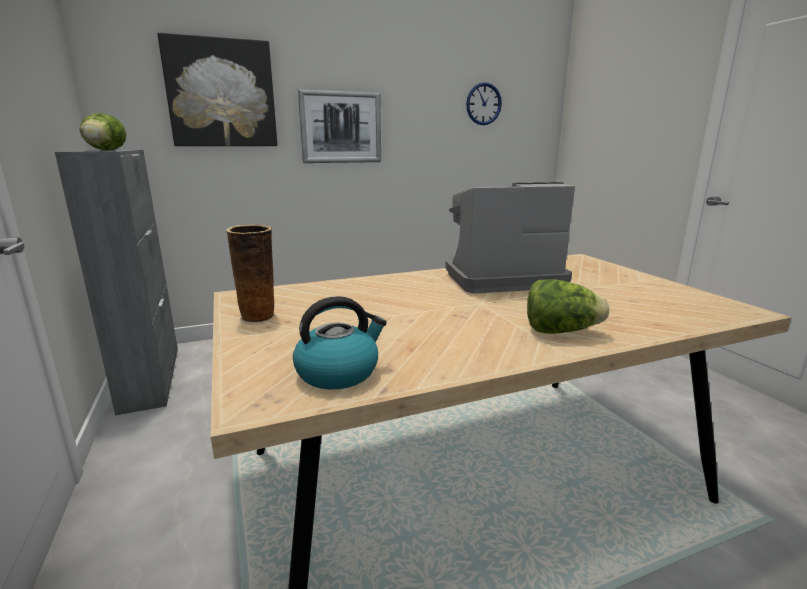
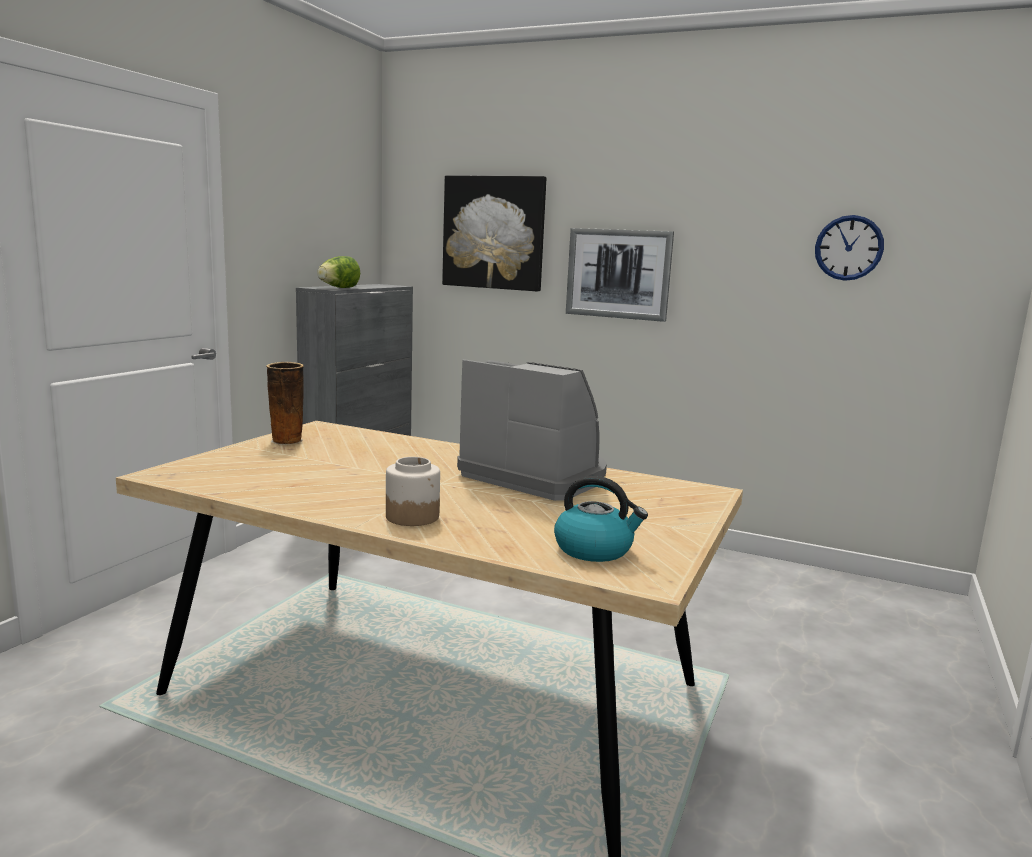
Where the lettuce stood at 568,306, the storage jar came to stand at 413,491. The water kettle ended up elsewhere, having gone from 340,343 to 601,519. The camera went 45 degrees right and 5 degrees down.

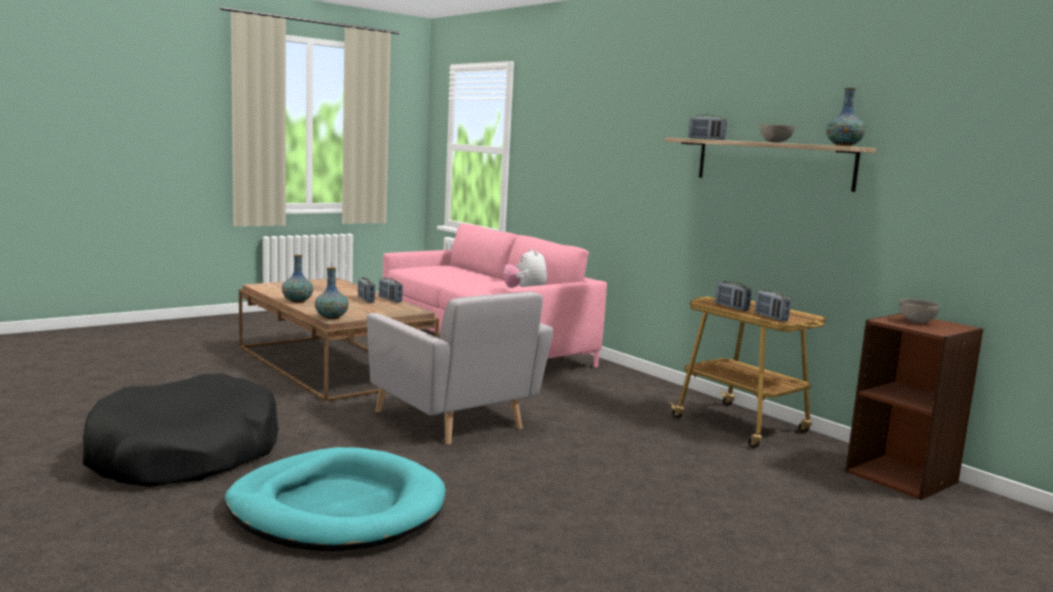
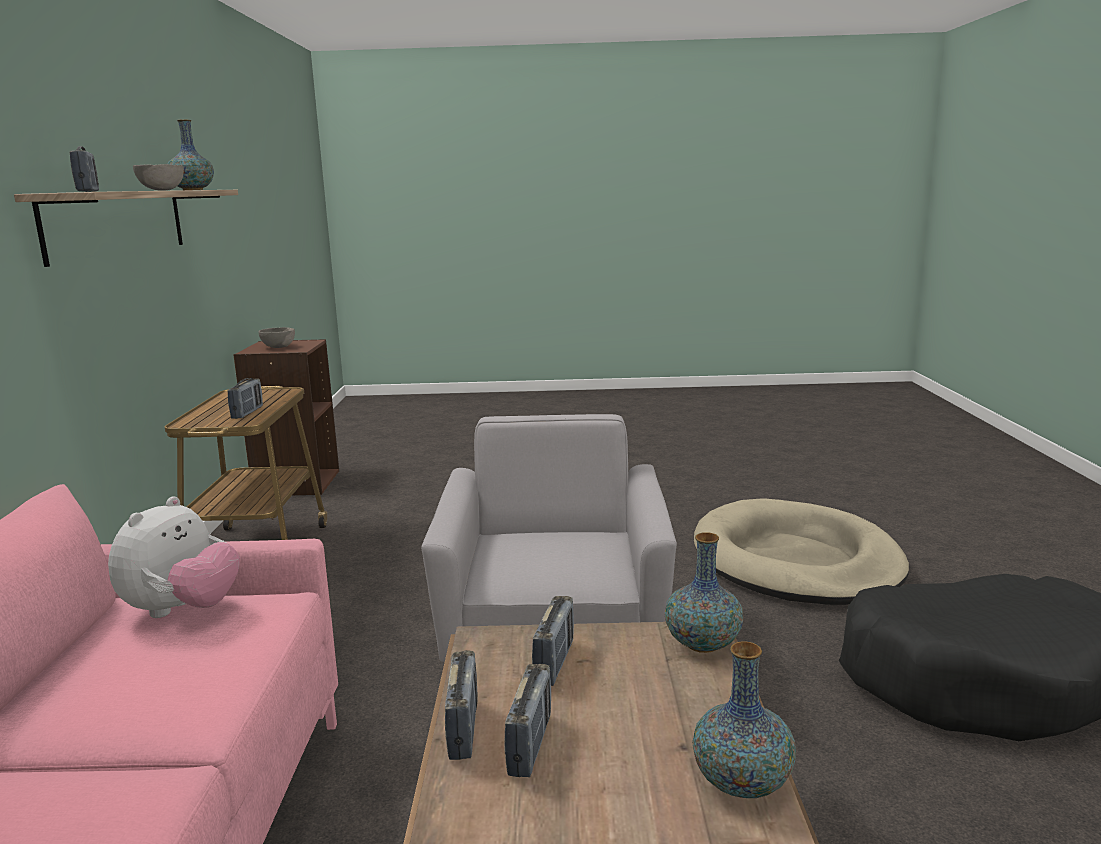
The radio set ended up elsewhere, having gone from 773,305 to 553,641. What was the dog cushion (turquoise) at 335,499 turned into the dog cushion (beige) at 801,551. The camera went 140 degrees left and 5 degrees up.

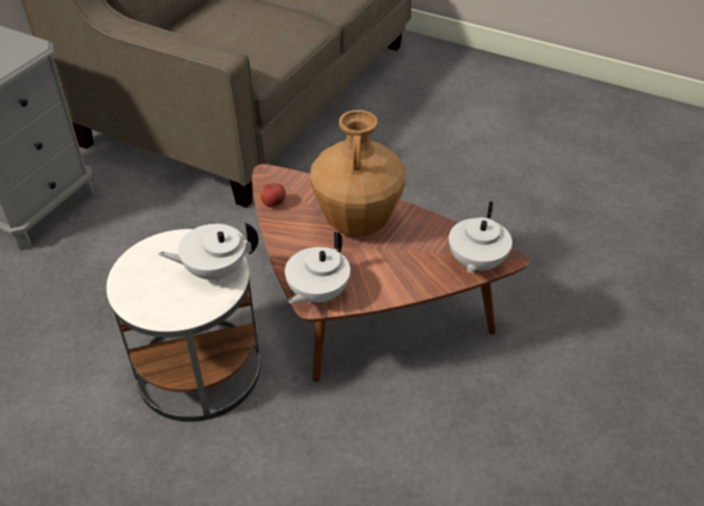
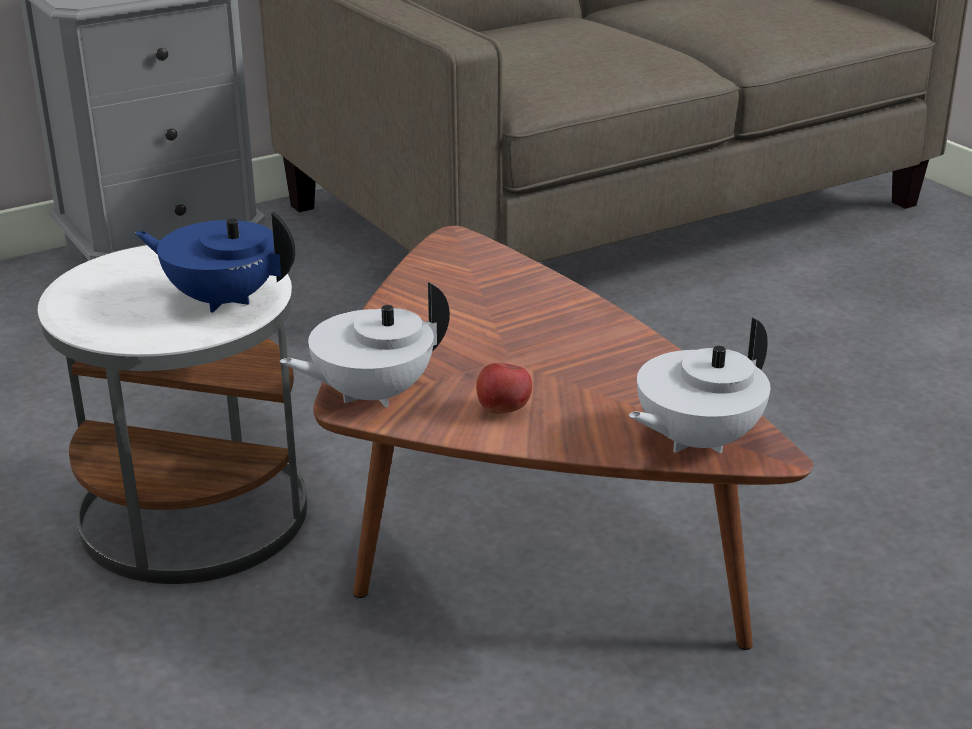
What was the teapot (whitish) at 209,252 turned into the teapot (blue) at 215,262. The whole apple ended up elsewhere, having gone from 273,195 to 504,388. The second view lost the vase (brown) at 357,173. The camera went 30 degrees right and 15 degrees down.

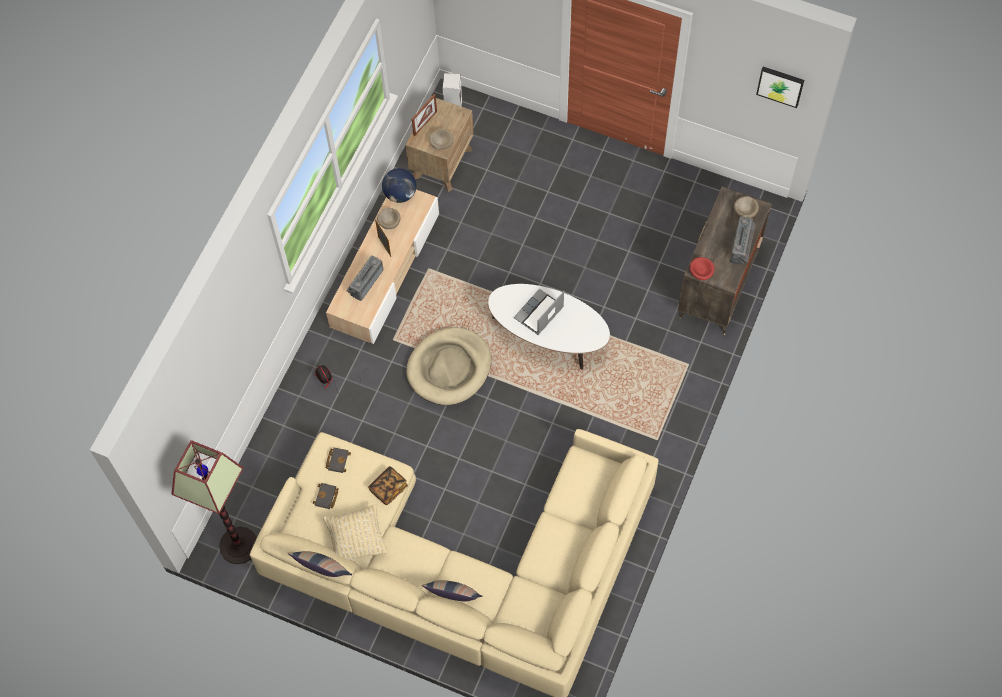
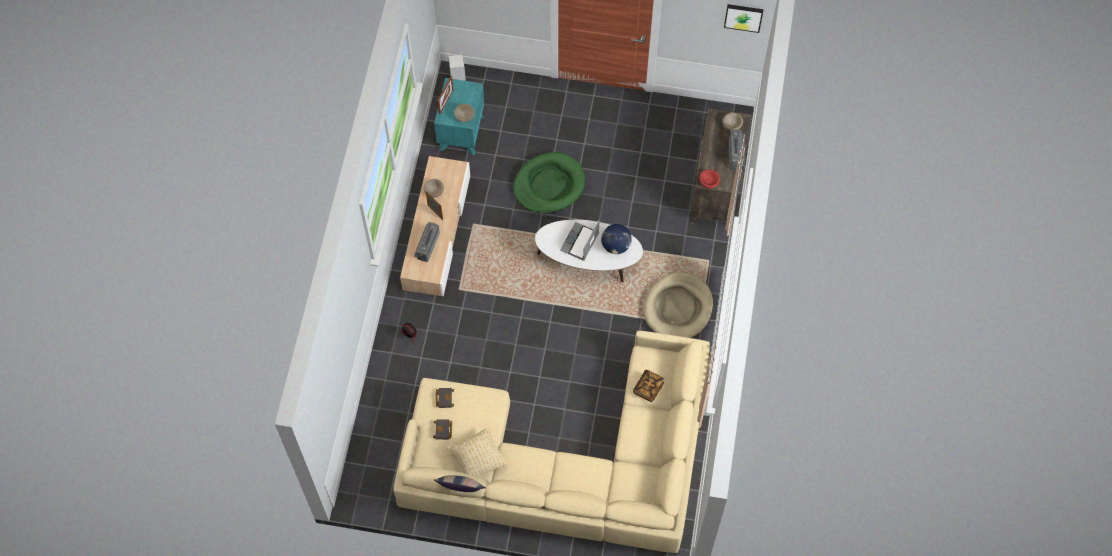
What was the bedside table (brown) at 440,144 turned into the bedside table (turquoise) at 459,117. The second view gained the dog cushion (green-coloured) at 549,183. The desk globe ended up elsewhere, having gone from 399,185 to 616,239. The volume ended up elsewhere, having gone from 388,485 to 648,386. The dog cushion (beige) ended up elsewhere, having gone from 448,366 to 678,305. The second view lost the floor lamp at 214,502. The second view lost the throw pillow at 452,590. The camera went 15 degrees left and 0 degrees up.

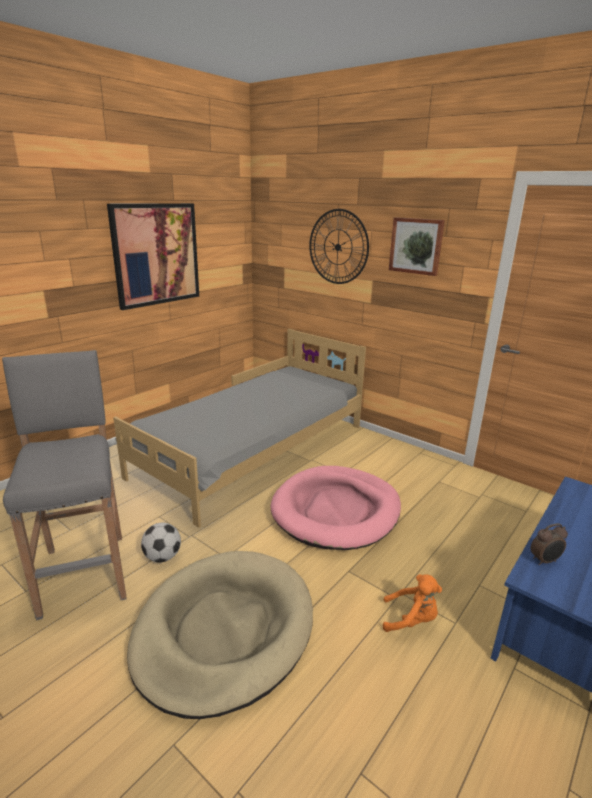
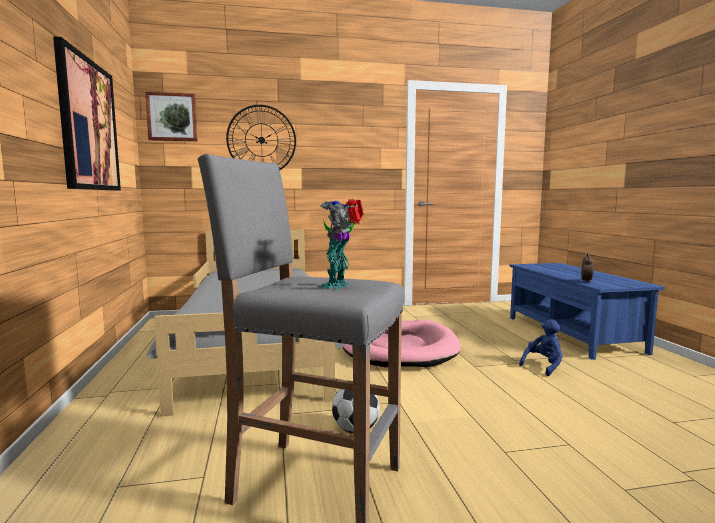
The wall art ended up elsewhere, having gone from 417,246 to 171,116. The second view gained the toy robot at 340,244. What was the plush toy (orange-coloured) at 412,603 turned into the plush toy (blue) at 541,347. The second view lost the dog cushion (beige) at 220,635. The camera went 50 degrees left and 15 degrees down.

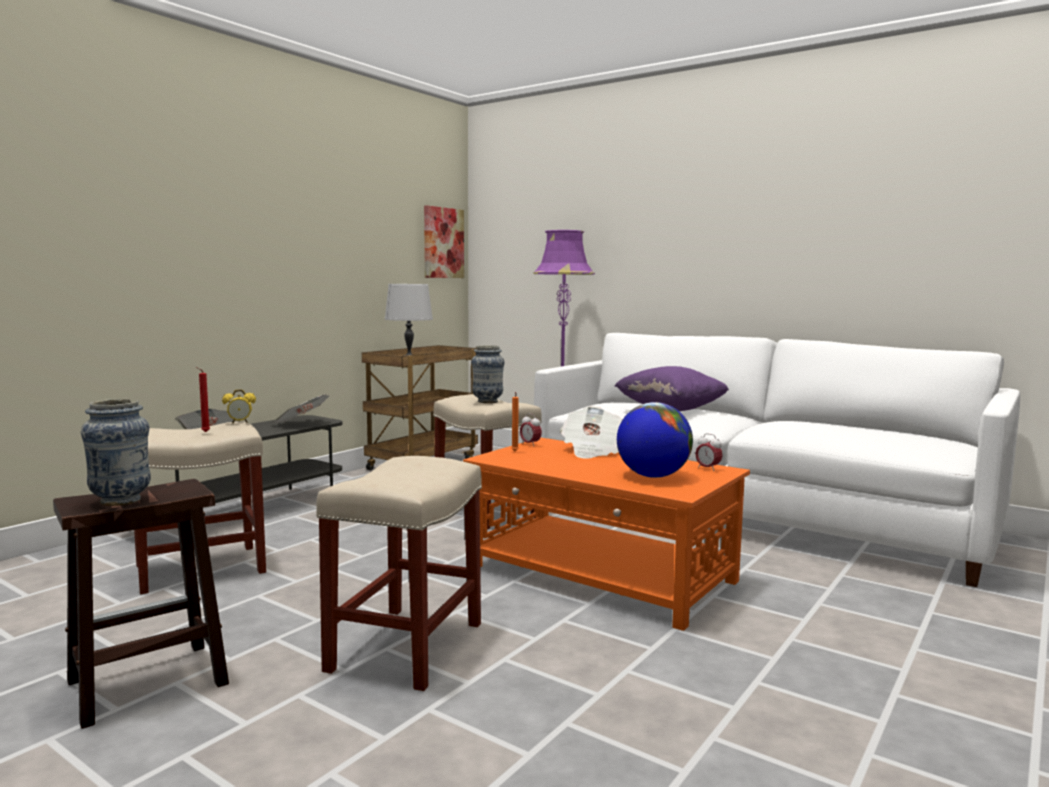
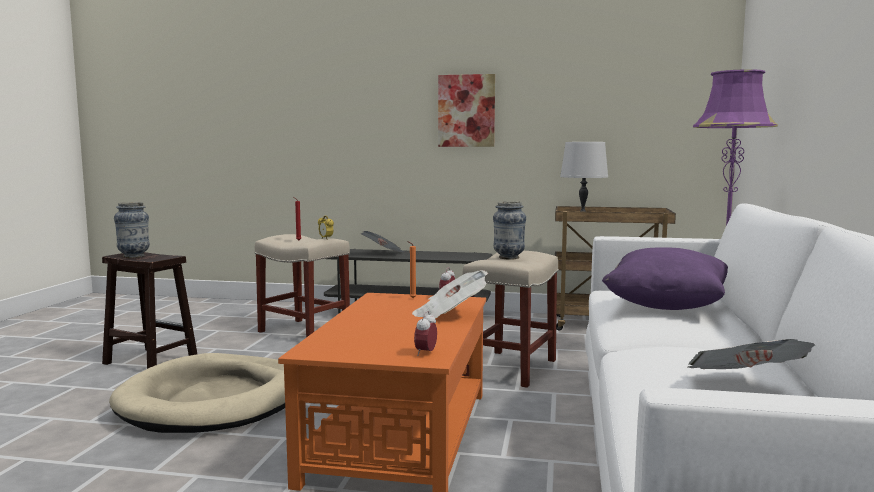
Where the stool (beige) stood at 399,573, the dog cushion (beige) came to stand at 197,393. The wall art ended up elsewhere, having gone from 444,241 to 466,110. The daily paper ended up elsewhere, having gone from 300,408 to 751,354. The second view lost the desk globe at 655,440. The camera went 65 degrees right and 0 degrees up.

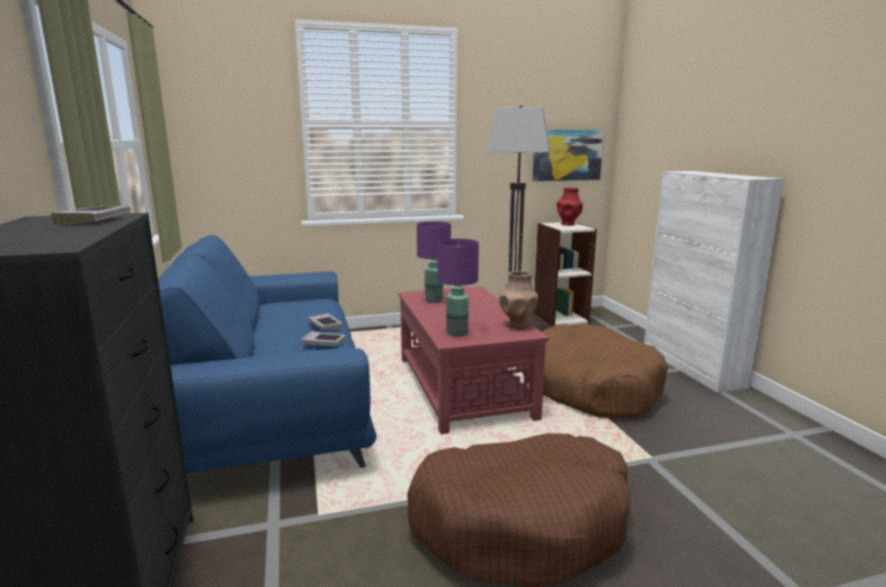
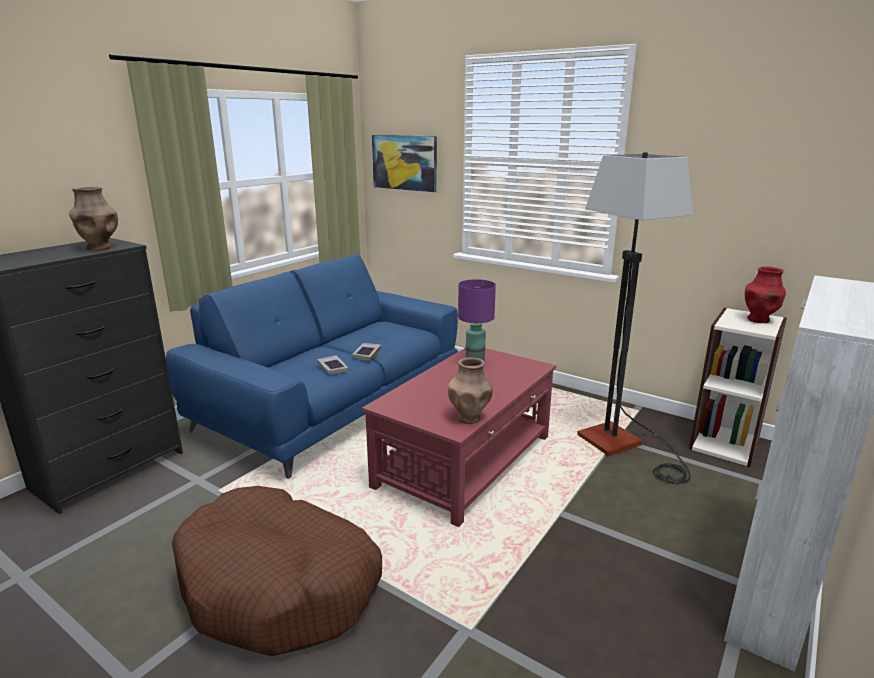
Where the volume stood at 91,215, the vase (brown) came to stand at 93,218. The wall art ended up elsewhere, having gone from 568,155 to 404,163. The second view lost the tabletop lamp (purplish) at 458,287. The second view lost the dog cushion (brown) at 595,371. The camera went 50 degrees right and 5 degrees up.

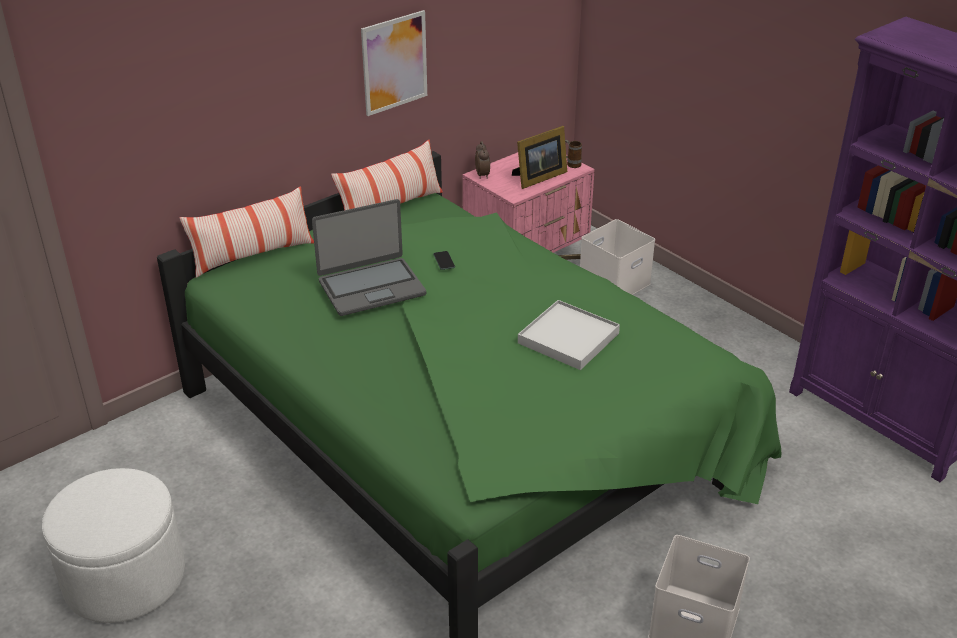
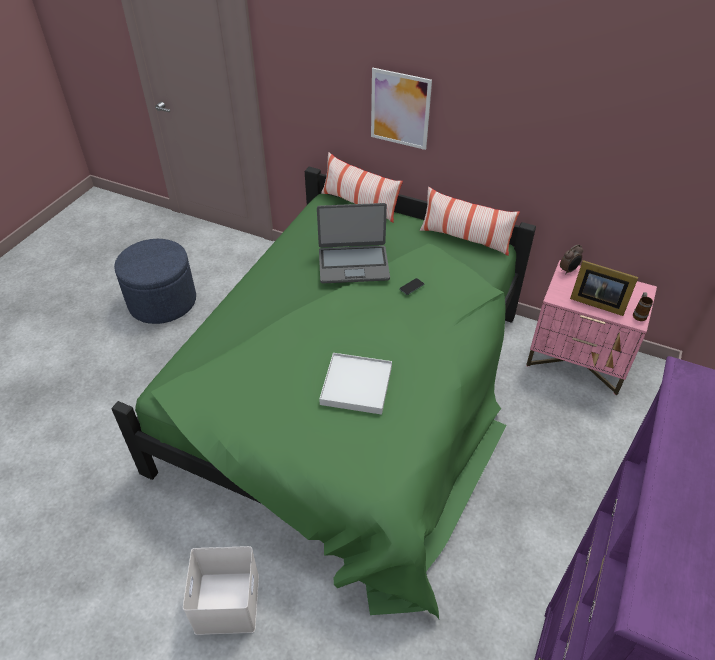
What was the ottoman (whitish) at 113,545 turned into the ottoman (blue) at 155,281. The portable computer at 369,257 ended up facing another way, 45 degrees counterclockwise from before. The wall art ended up elsewhere, having gone from 394,63 to 401,109. The second view lost the storage bin (whitish) at 617,257. The camera went 65 degrees right and 10 degrees up.

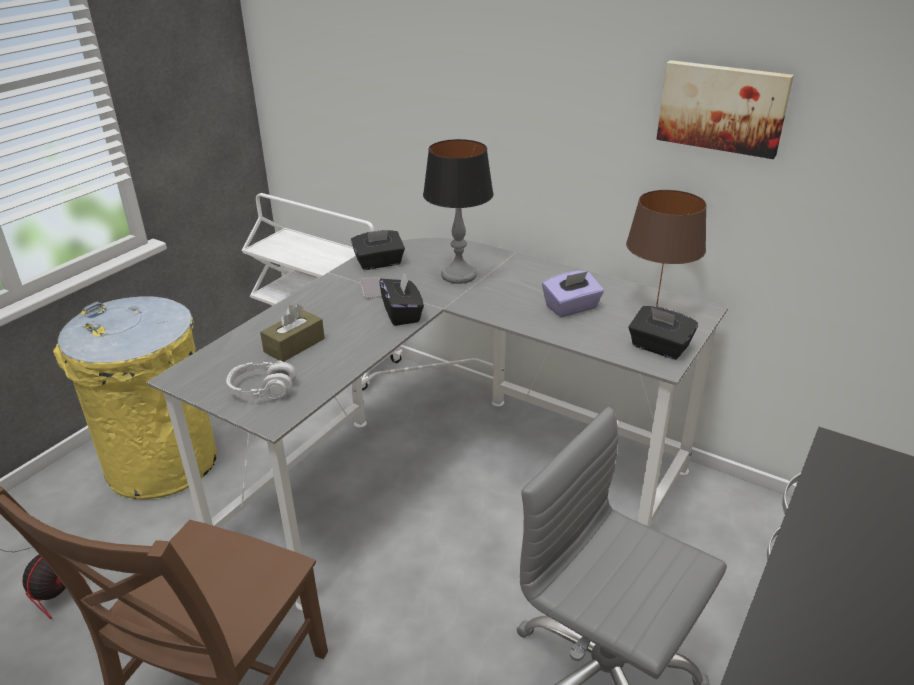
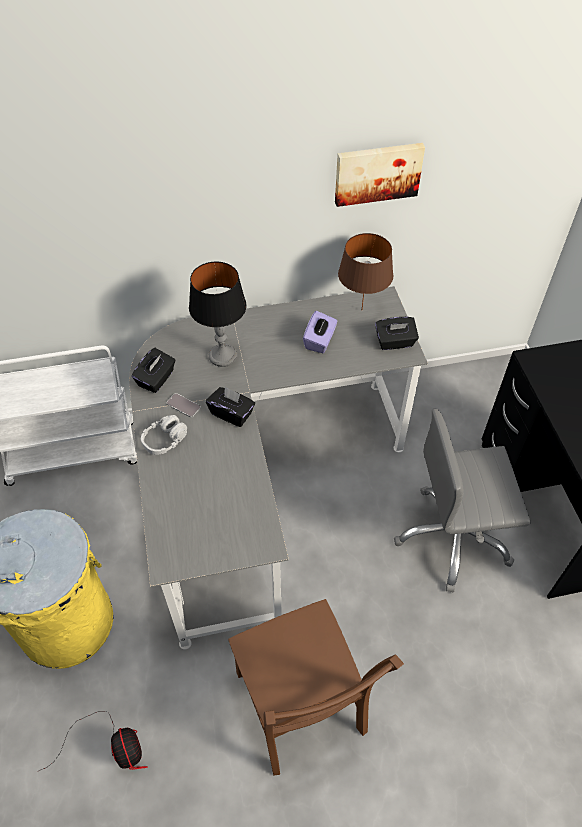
The headset (grey) ended up elsewhere, having gone from 261,379 to 164,435. The second view lost the box of tissues (brown) at 292,333. The camera went 45 degrees left and 20 degrees up.

